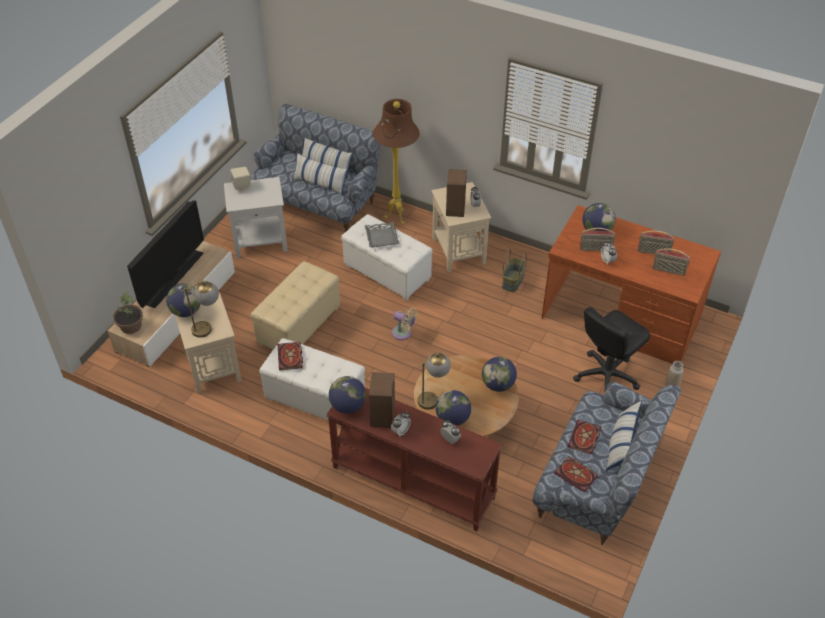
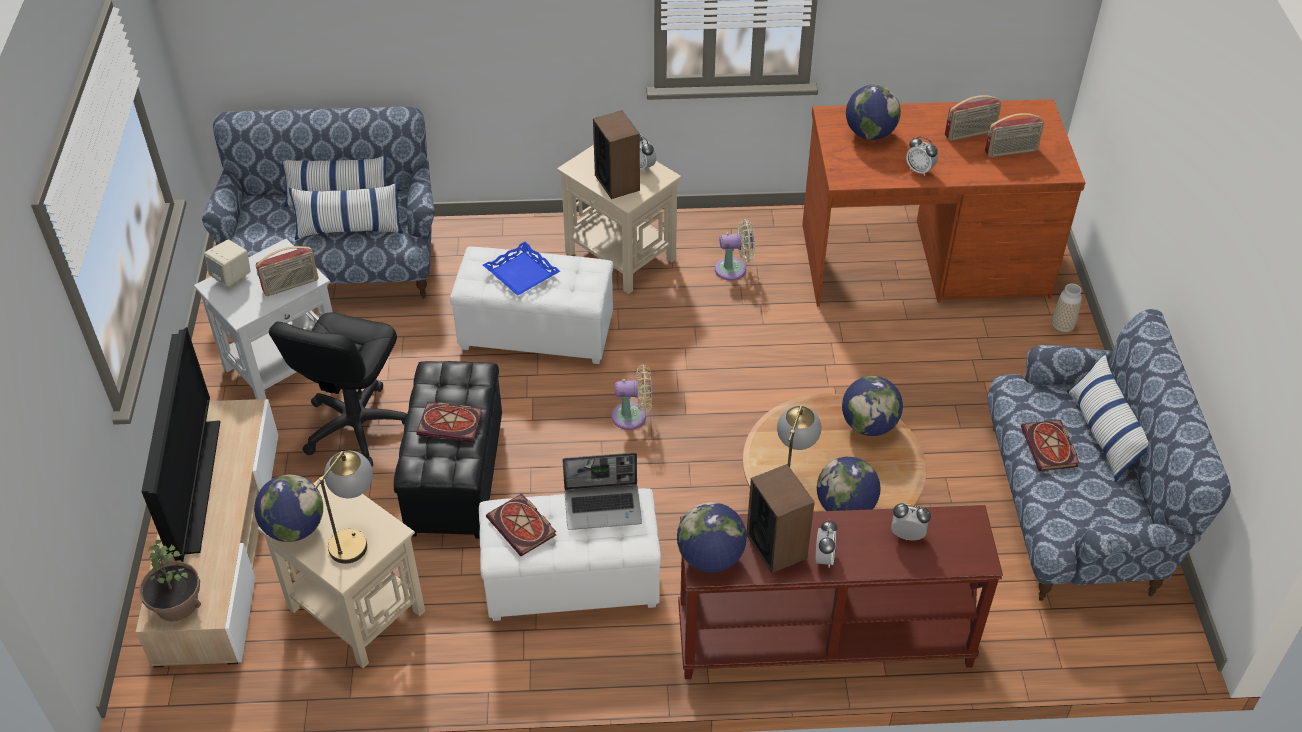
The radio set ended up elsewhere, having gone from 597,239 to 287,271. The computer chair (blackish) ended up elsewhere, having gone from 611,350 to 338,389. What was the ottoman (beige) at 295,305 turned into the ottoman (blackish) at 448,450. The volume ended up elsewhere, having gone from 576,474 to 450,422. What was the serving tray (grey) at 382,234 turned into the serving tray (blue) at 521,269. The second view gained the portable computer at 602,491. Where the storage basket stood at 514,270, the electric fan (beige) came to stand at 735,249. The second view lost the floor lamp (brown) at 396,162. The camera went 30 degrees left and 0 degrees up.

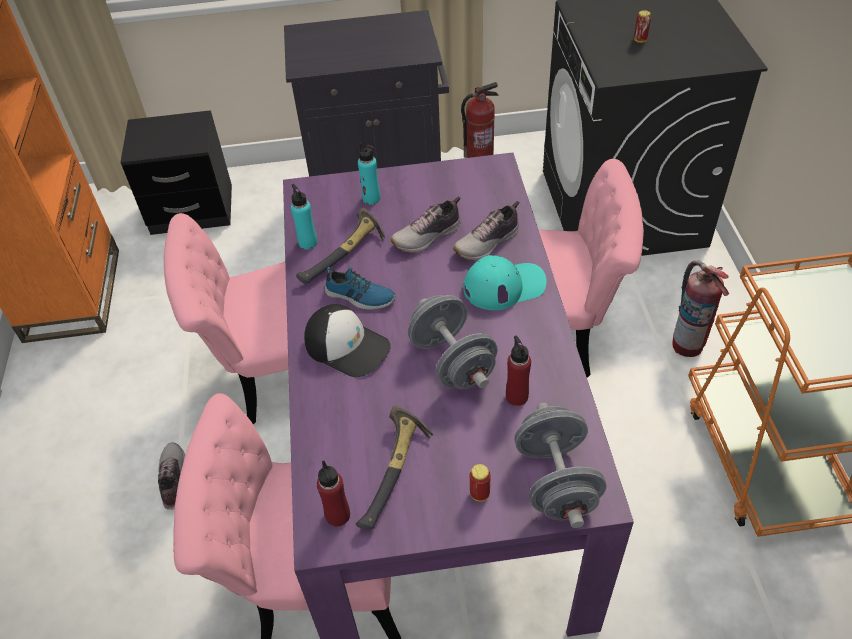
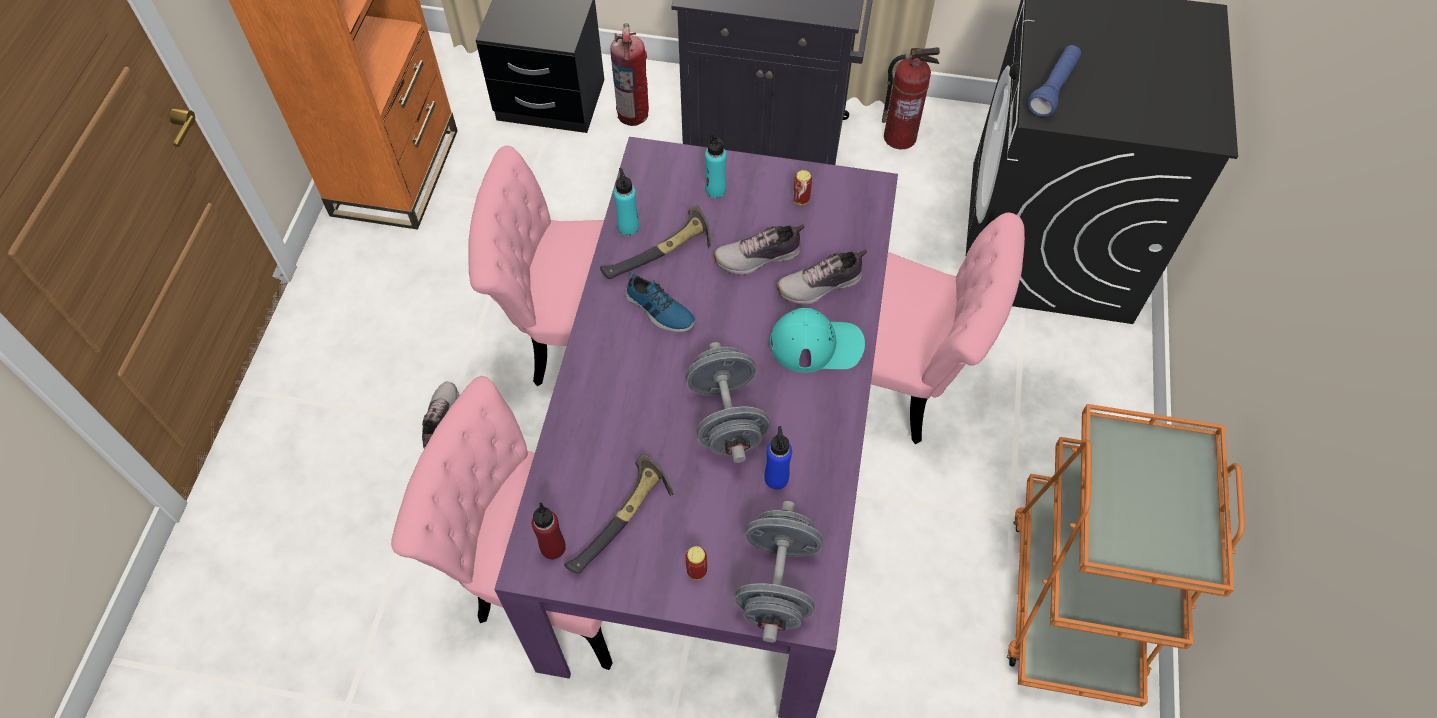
The extinguisher ended up elsewhere, having gone from 700,308 to 629,74. What was the beverage bottle (reddish) at 518,371 turned into the beverage bottle (blue) at 778,458. The can ended up elsewhere, having gone from 642,26 to 802,187. The second view gained the hand torch (blue) at 1054,81. The second view lost the cap at 347,341. The camera went 15 degrees right and 10 degrees up.

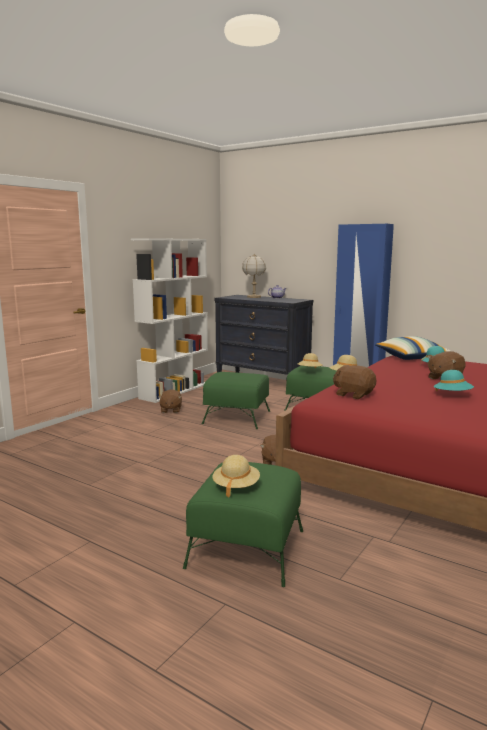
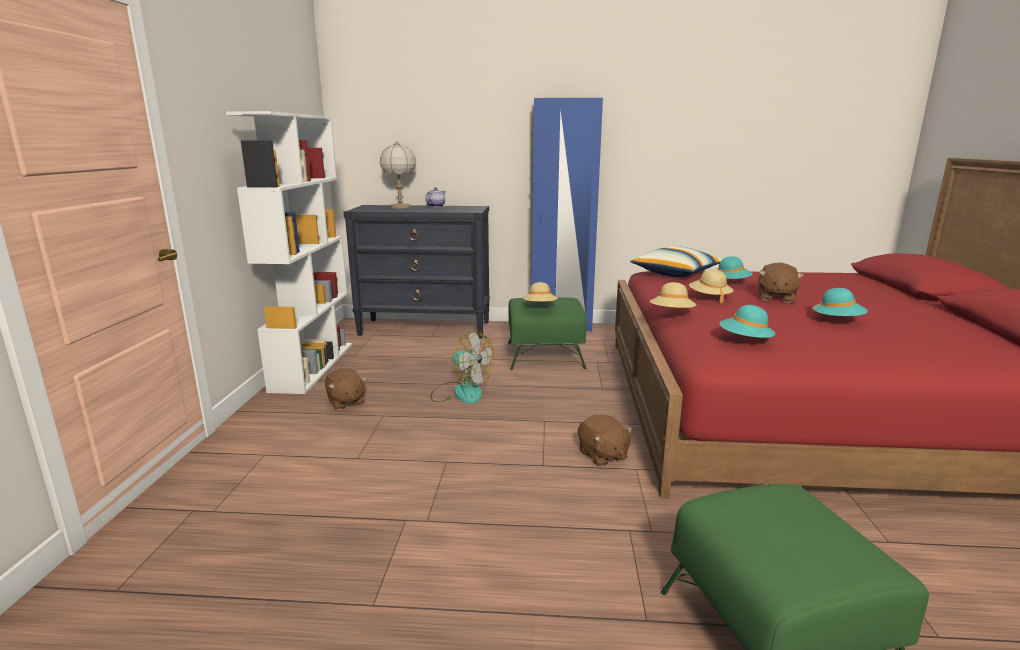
Where the ottoman (green-coloured) stood at 236,400, the electric fan came to stand at 462,367. The hat (beige) ended up elsewhere, having gone from 236,476 to 711,286. Where the plush toy (brown) stood at 354,382, the hat (turquoise) came to stand at 747,324. The camera went 30 degrees left and 5 degrees up.

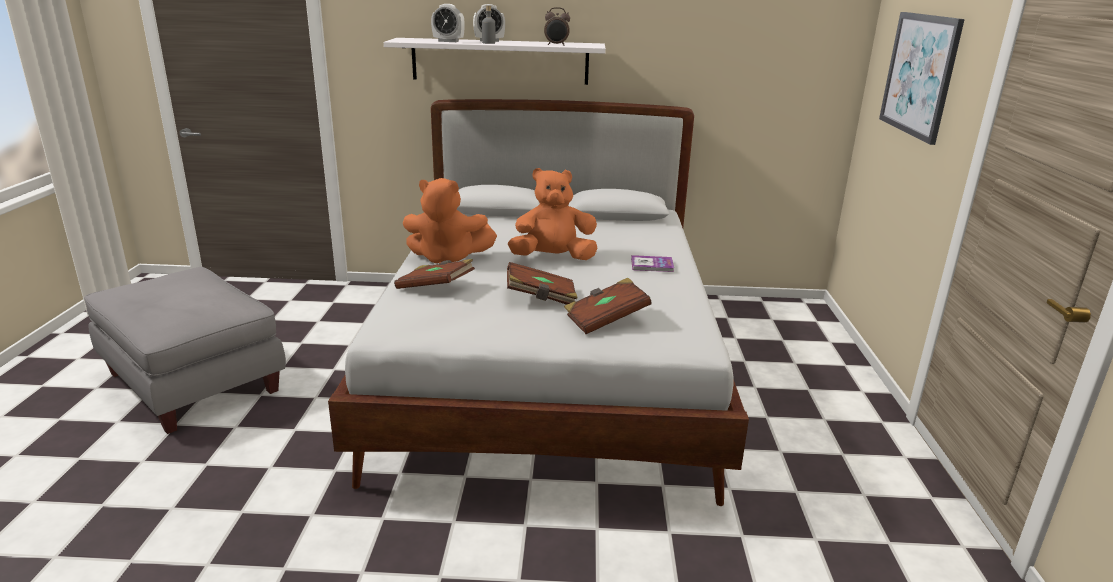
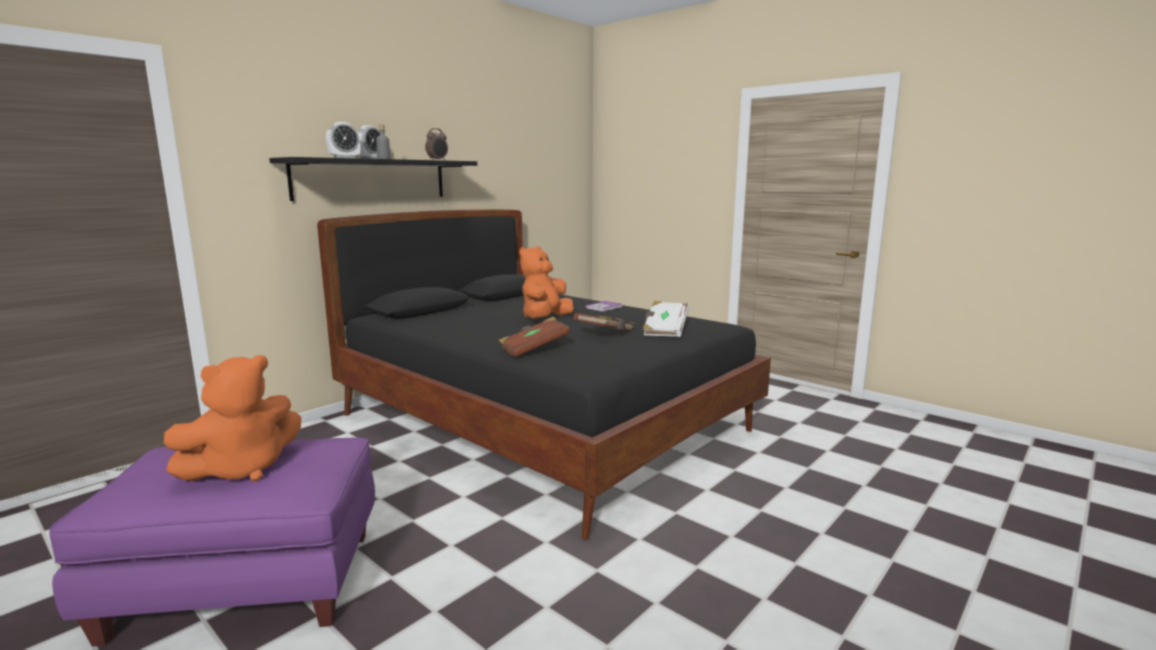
What was the ottoman (grey) at 185,350 turned into the ottoman (purplish) at 212,541. The plush toy (orange-coloured) ended up elsewhere, having gone from 449,220 to 232,418. What was the bracket shelf (whitish) at 495,61 turned into the bracket shelf (blackish) at 373,179. What was the sleeping bed (whitish) at 538,302 turned into the sleeping bed (blackish) at 544,374. What was the volume (brown) at 608,306 turned into the volume (whitish) at 666,319. The second view lost the wall art at 922,78. The camera went 50 degrees left and 10 degrees down.

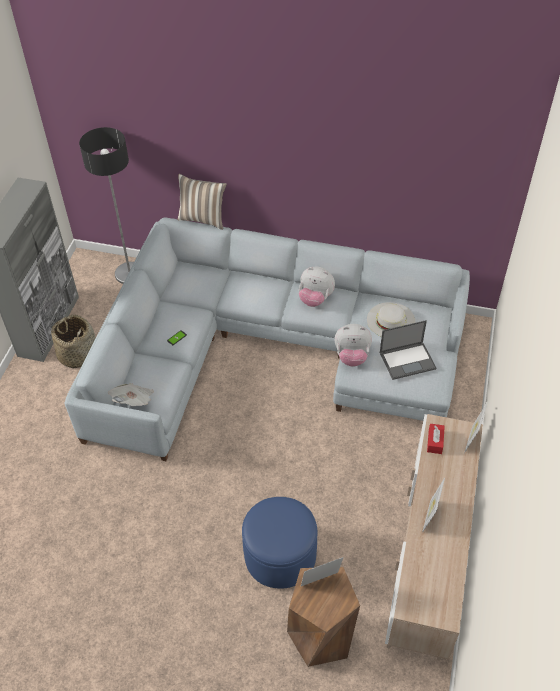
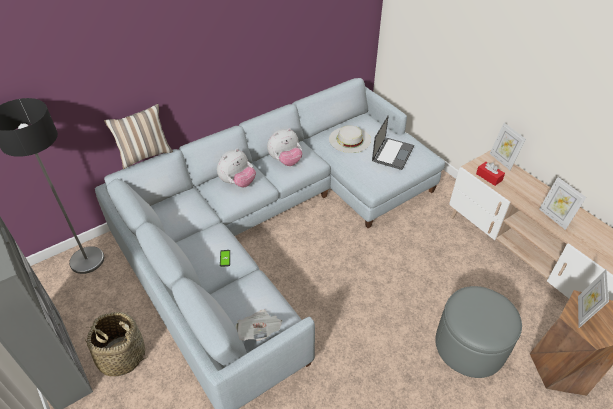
The plush toy ended up elsewhere, having gone from 353,345 to 236,167. What was the ottoman (blue) at 280,543 turned into the ottoman (grey) at 478,332. The camera went 50 degrees left and 5 degrees down.

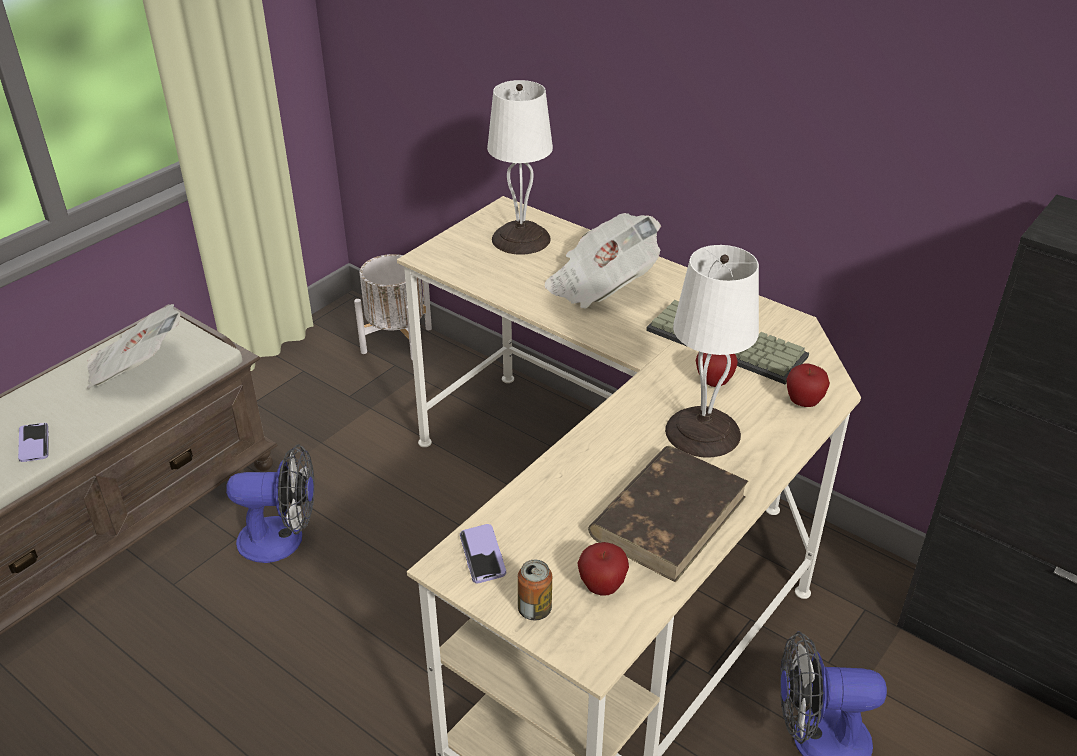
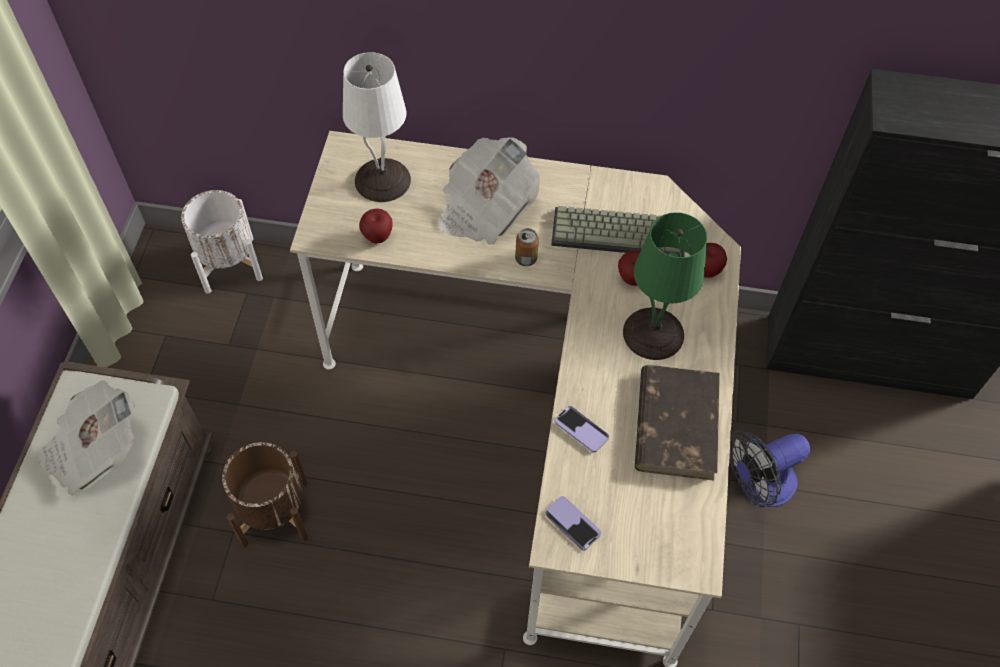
Where the electric fan stood at 270,503, the flower pot (brown) came to stand at 265,494. The whole apple ended up elsewhere, having gone from 603,569 to 376,225. The can ended up elsewhere, having gone from 535,590 to 527,247. The telephone ended up elsewhere, having gone from 33,442 to 582,429. What was the tabletop lamp (whitish) at 712,351 turned into the tabletop lamp (green-coloured) at 665,286. The camera went 30 degrees left and 20 degrees up.

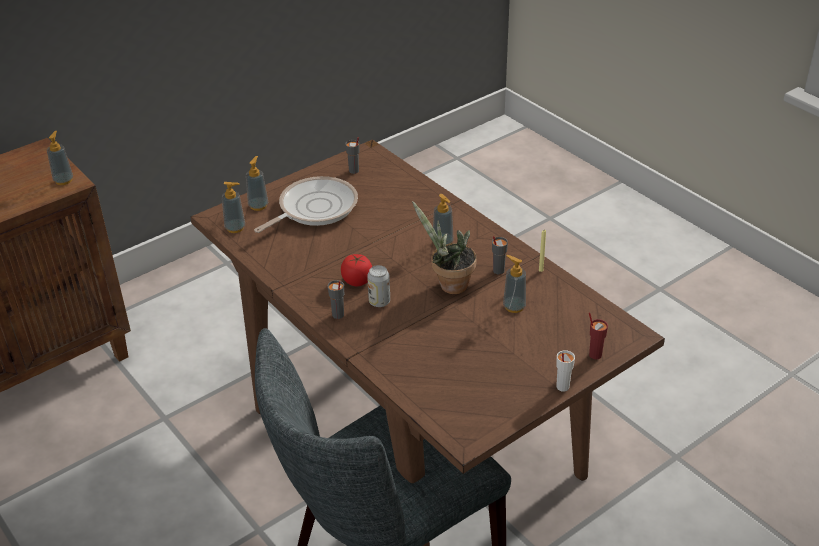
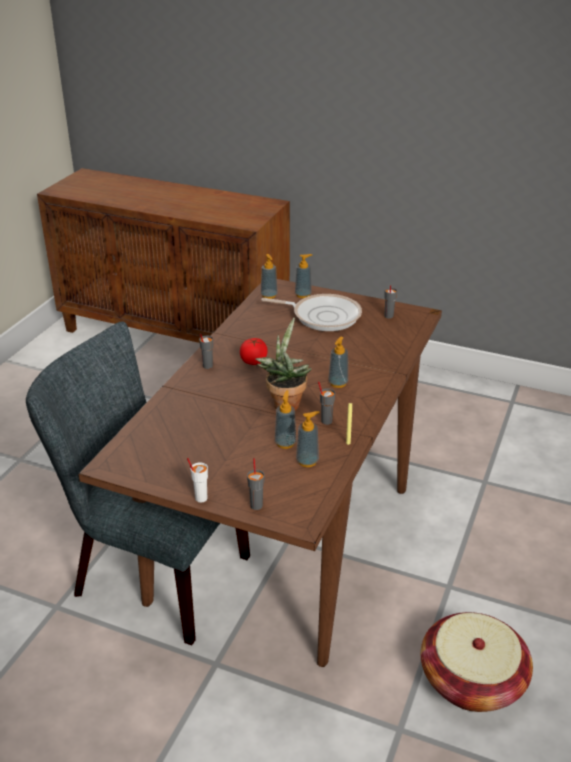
What was the cup (reddish) at 598,335 turned into the cup (grey) at 256,484. The soap dispenser ended up elsewhere, having gone from 60,158 to 308,439. The second view gained the storage basket at 477,662. The second view lost the can at 378,286. The camera went 60 degrees right and 5 degrees down.

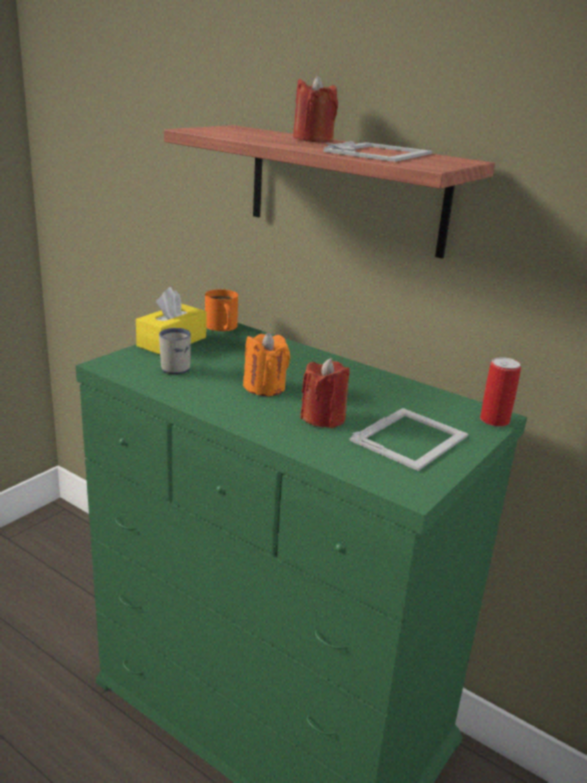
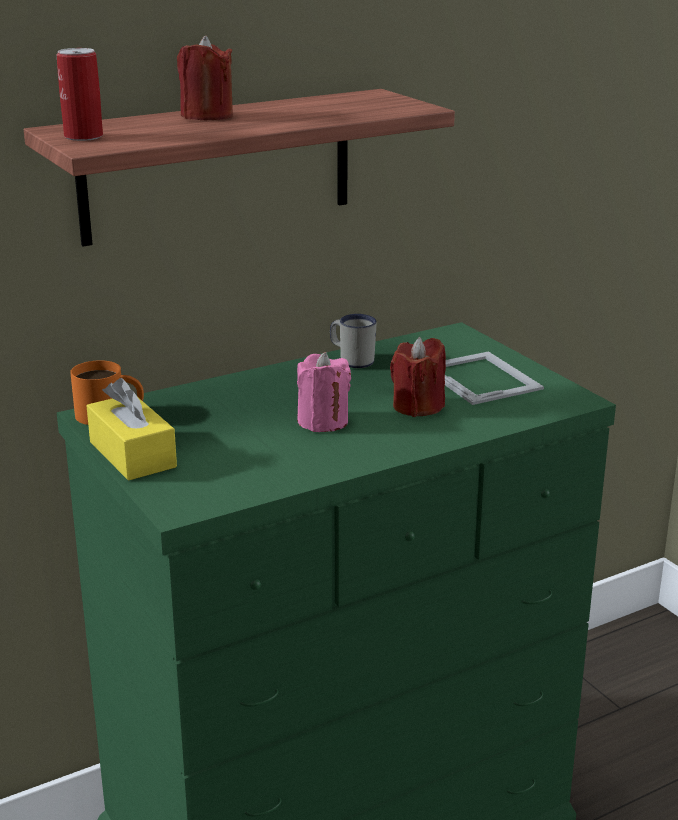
The can ended up elsewhere, having gone from 500,392 to 80,94. What was the candle (orange-coloured) at 266,364 turned into the candle (pinkish) at 324,392. The coffee mug (whitish) ended up elsewhere, having gone from 175,351 to 353,341. The second view lost the standing frame at 378,151. The camera went 65 degrees left and 0 degrees up.

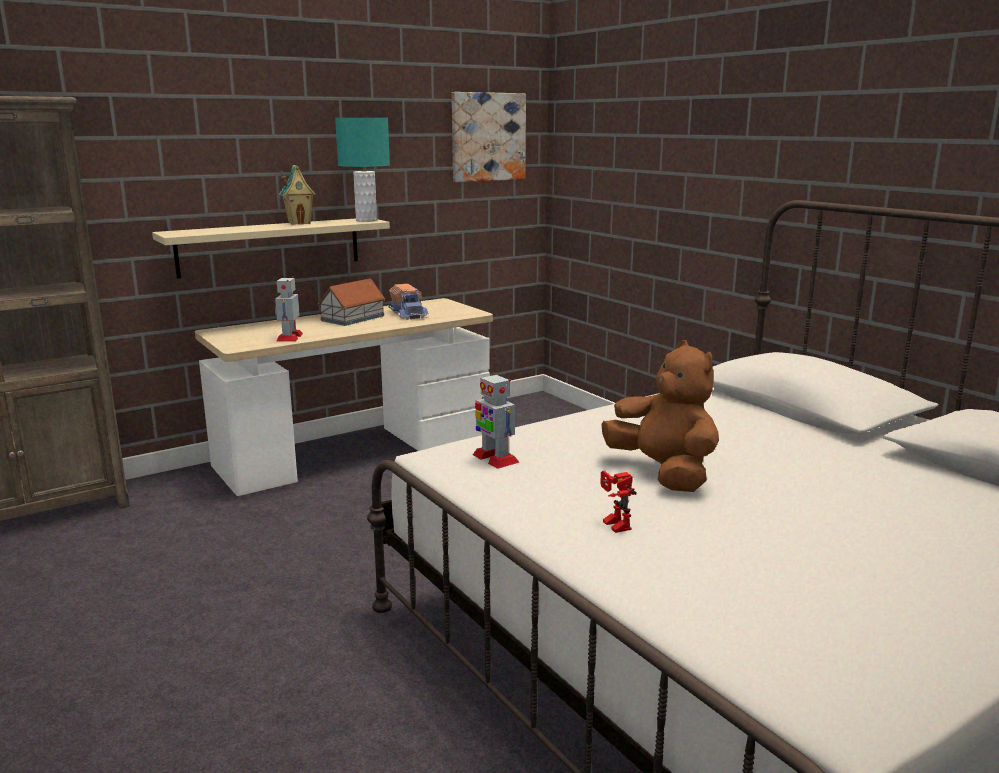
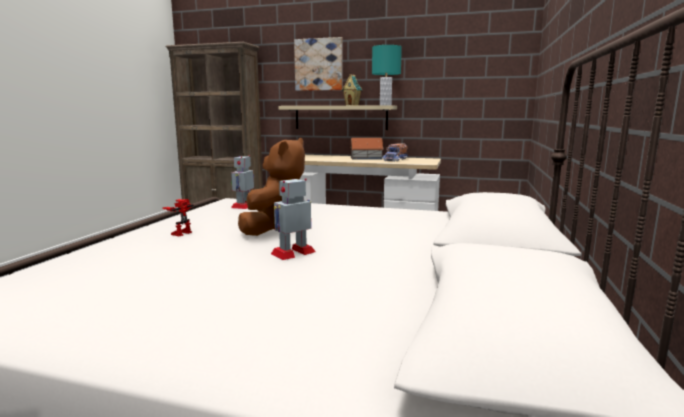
The toy robot ended up elsewhere, having gone from 288,308 to 293,219. The wall art ended up elsewhere, having gone from 489,137 to 318,64. The camera went 50 degrees right and 5 degrees down.

